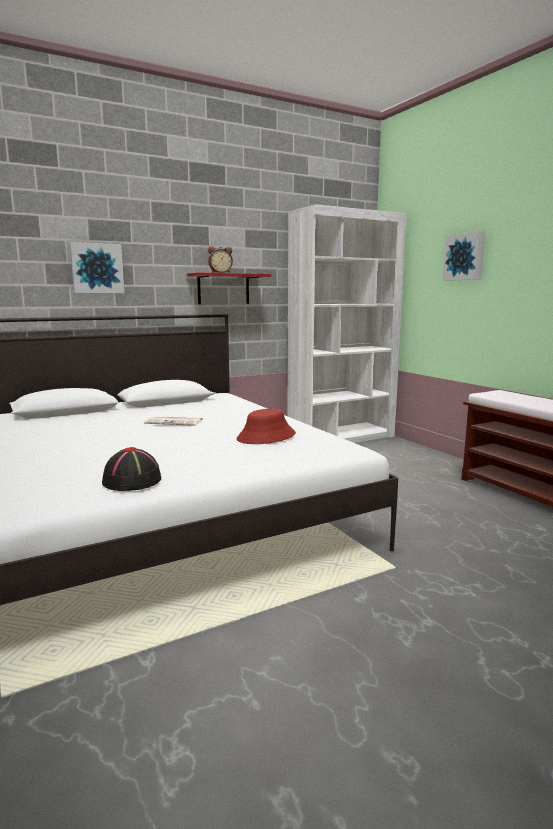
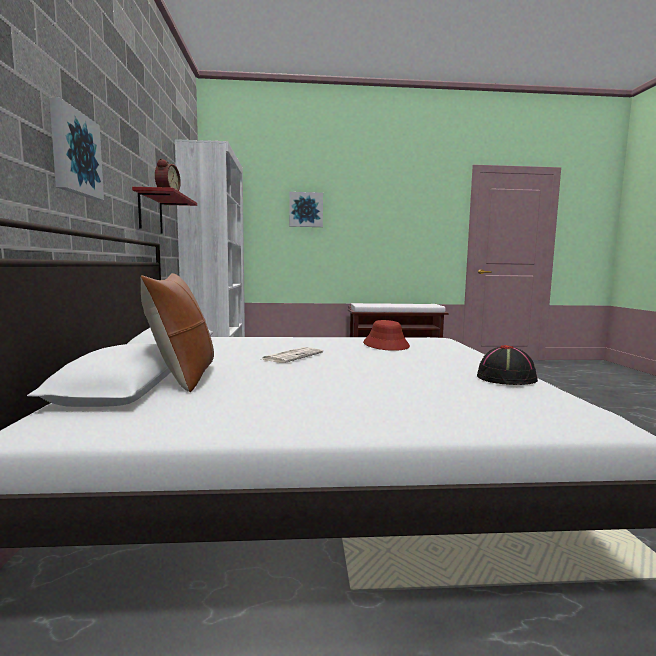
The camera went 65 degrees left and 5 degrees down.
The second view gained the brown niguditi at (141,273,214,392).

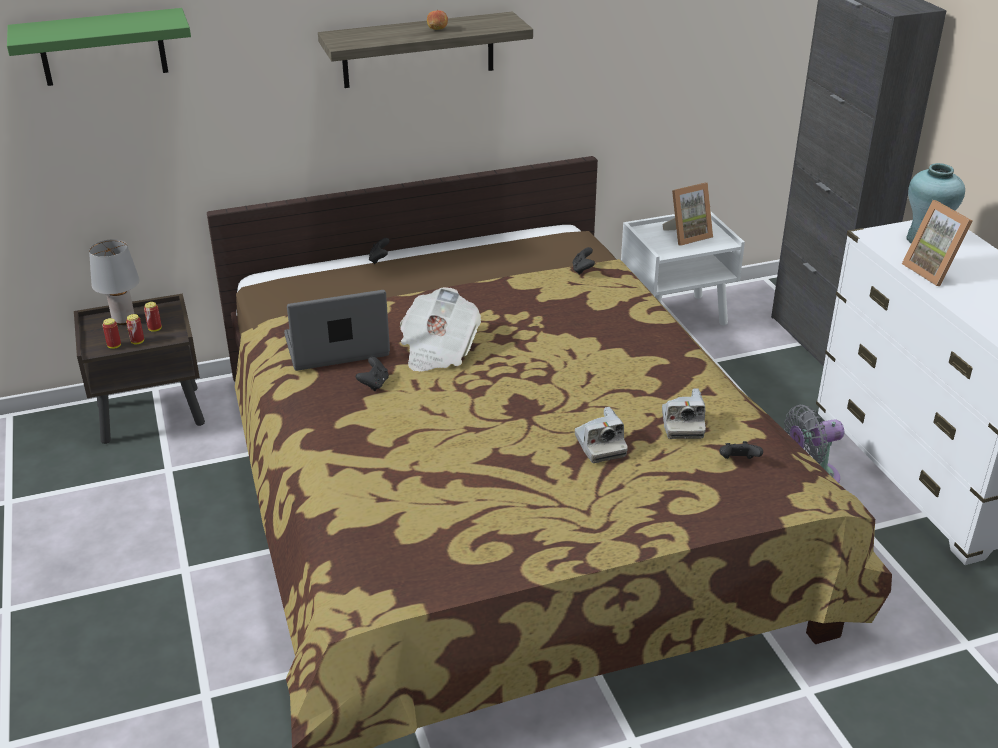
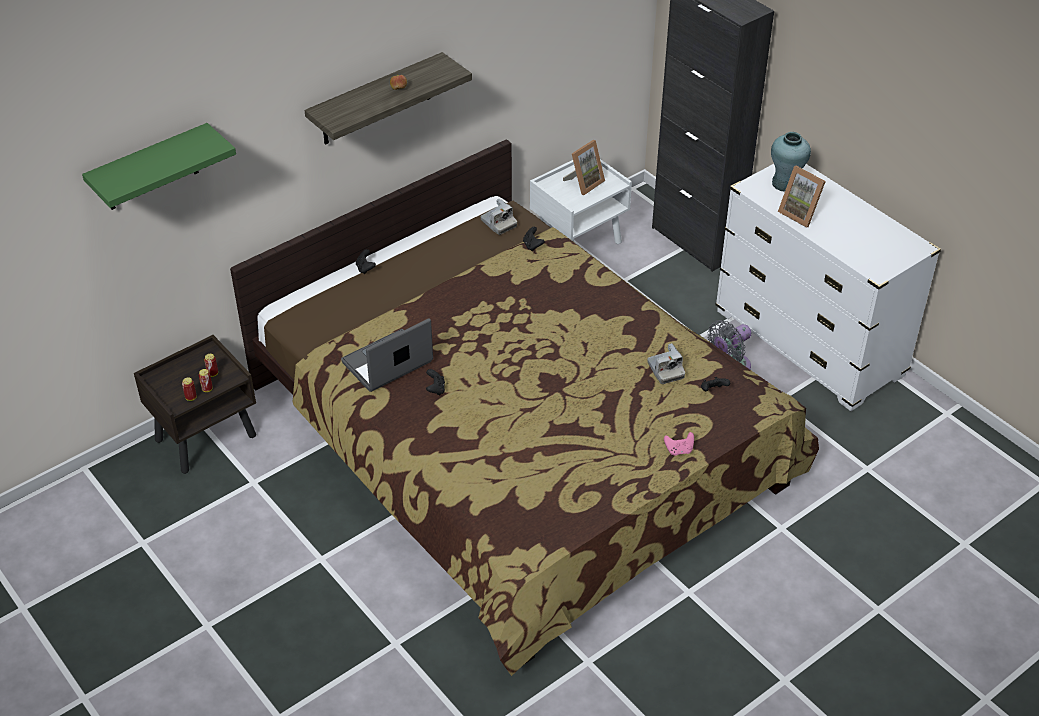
The camera went 20 degrees left and 10 degrees up.
The second view lost the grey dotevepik at (89,239,140,325).
The second view lost the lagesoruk at (400,287,481,371).
The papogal ended up elsewhere, having gone from (575,407,628,463) to (480,199,517,235).
The second view gained the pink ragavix at (664,432,694,456).

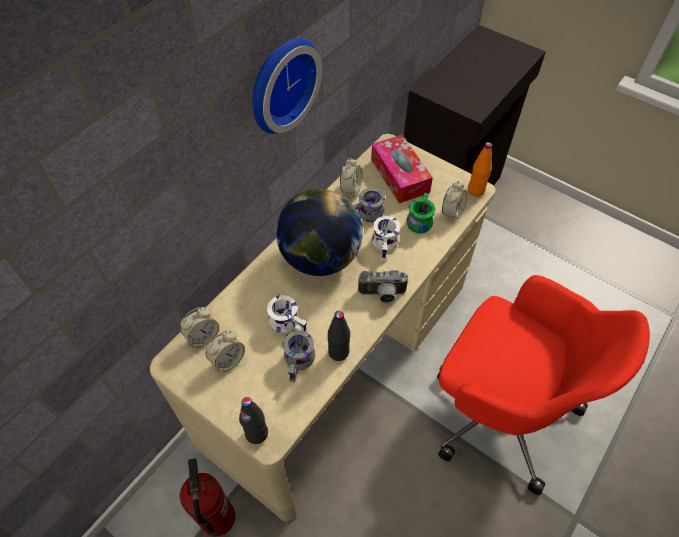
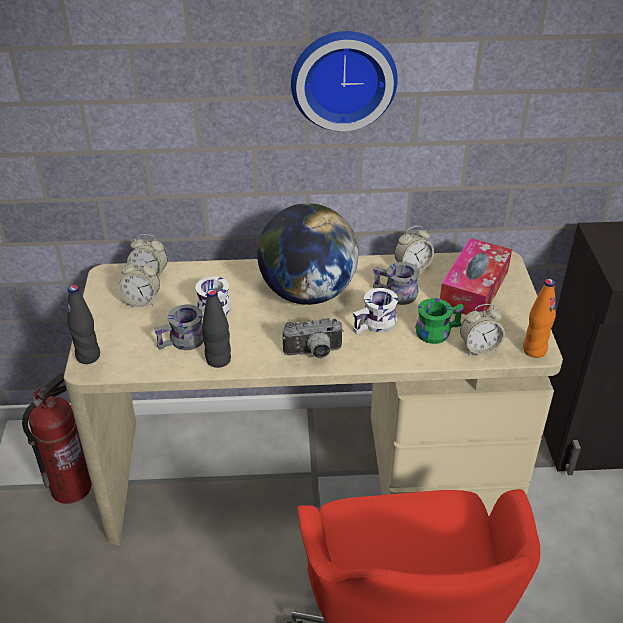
The camera went 50 degrees right and 15 degrees down.
The papogal at (358,270,409,303) ended up facing another way, 60 degrees counterclockwise from before.

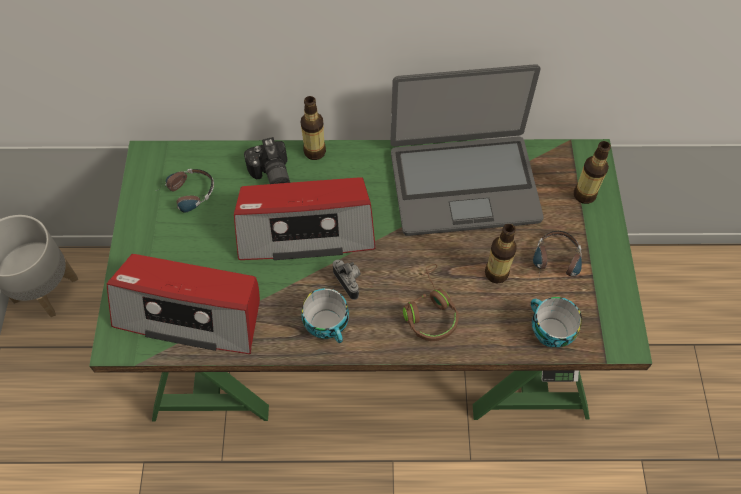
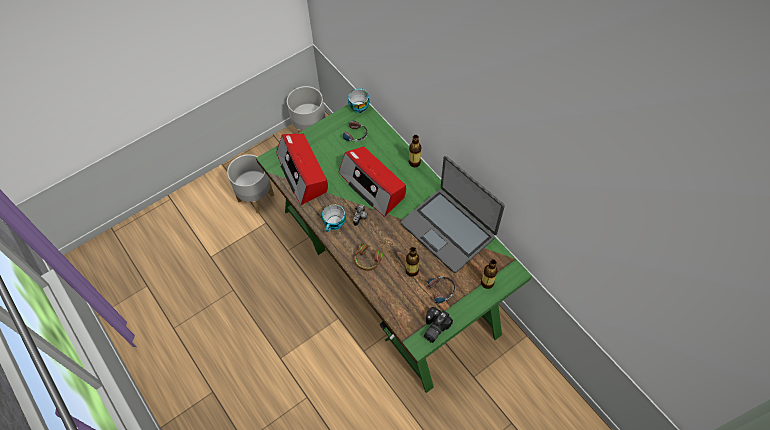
The camera went 55 degrees right and 0 degrees up.
The papogal ended up elsewhere, having gone from (244,137,290,184) to (424,307,453,343).
The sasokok ended up elsewhere, having gone from (531,297,582,348) to (348,88,369,113).
The second view gained the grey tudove at (227,154,274,213).

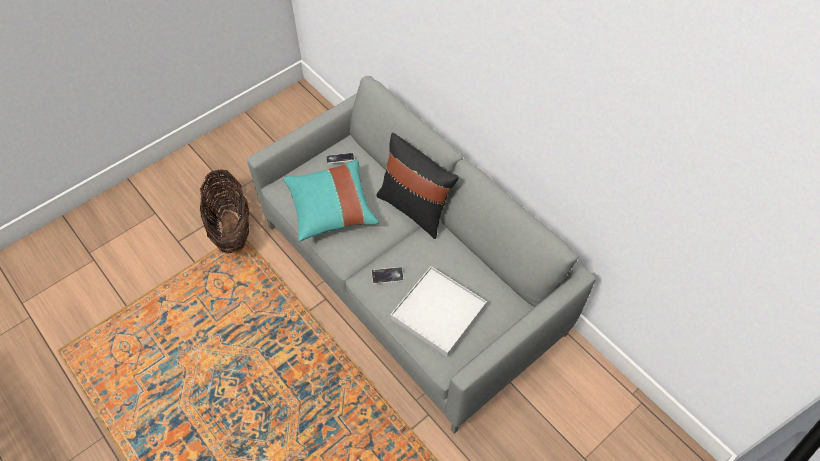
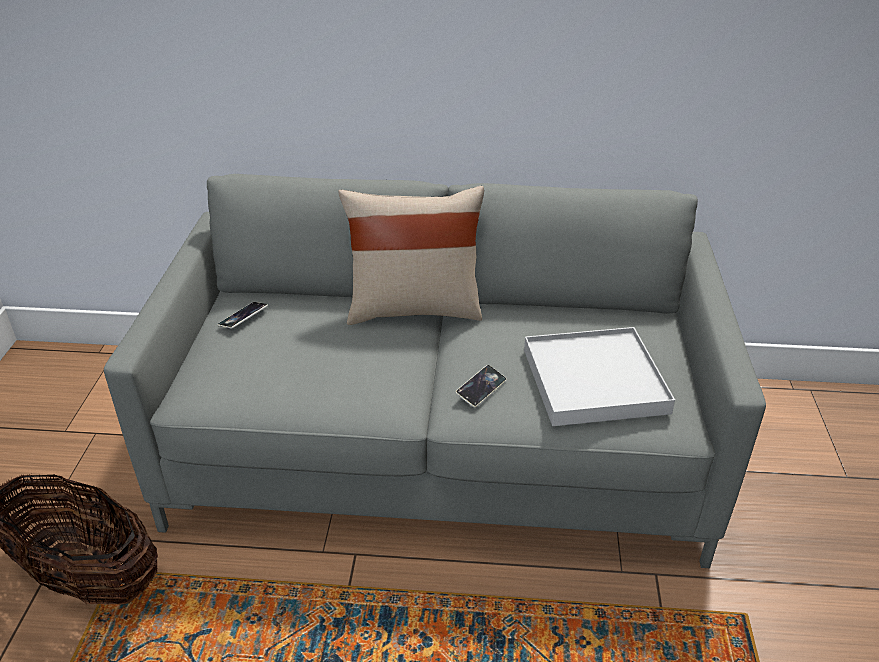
The camera went 45 degrees left and 20 degrees down.
What was the black niguditi at (376,133,459,239) turned into the beige niguditi at (338,186,484,325).
The second view lost the turquoise niguditi at (283,160,379,241).

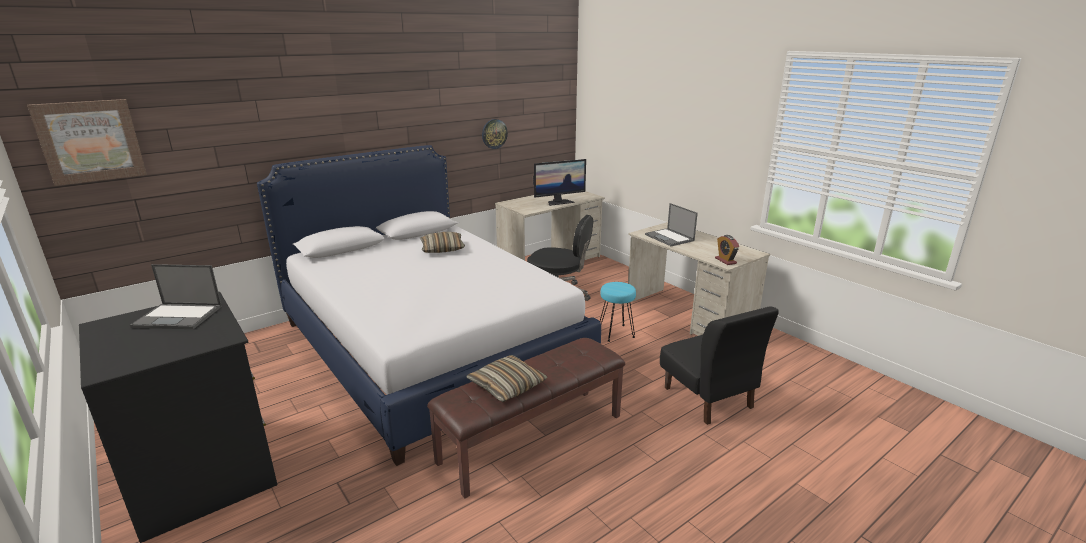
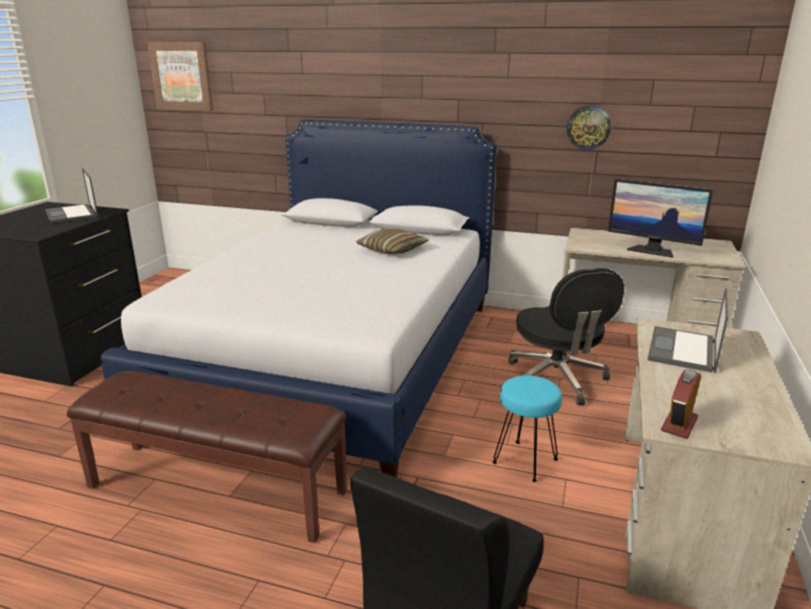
The camera went 55 degrees right and 0 degrees up.
The second view lost the niguditi at (467,355,548,402).

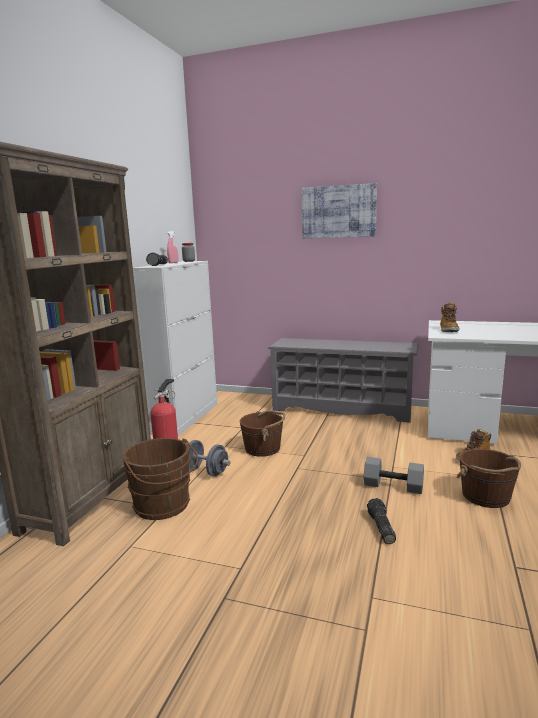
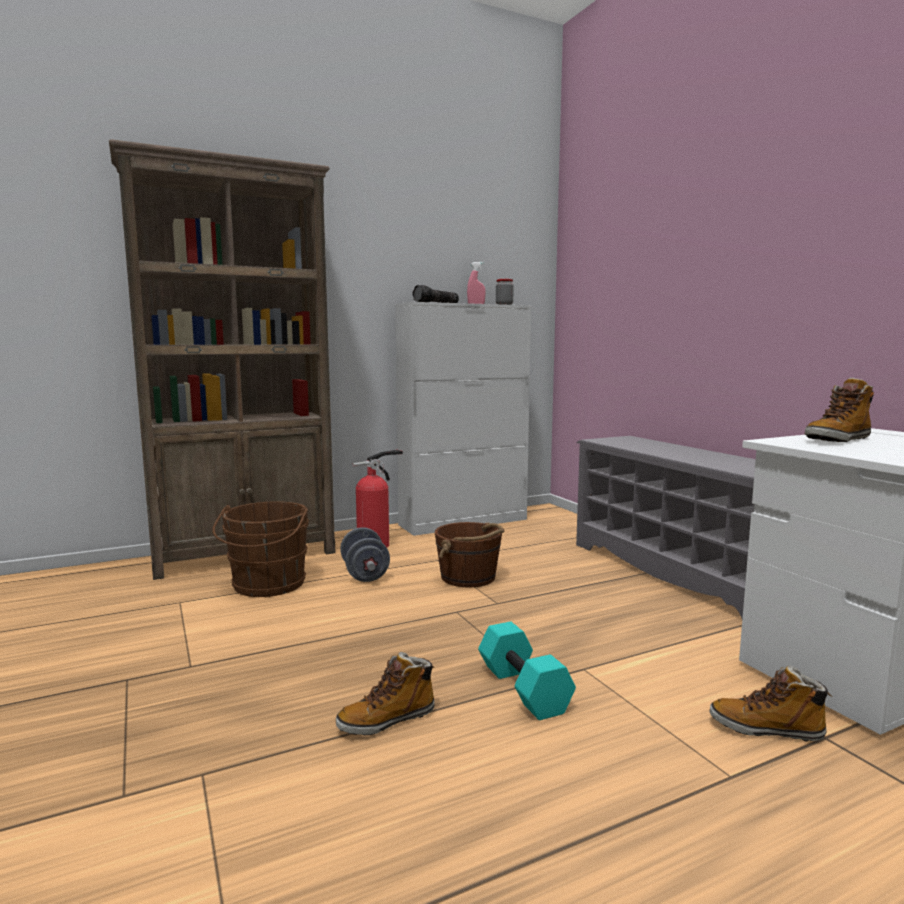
The camera went 45 degrees right and 5 degrees down.
The second view lost the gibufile at (302,183,377,239).
The second view lost the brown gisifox at (457,449,521,508).
What was the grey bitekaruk at (364,457,424,494) turned into the turquoise bitekaruk at (478,622,576,720).
Where the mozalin stood at (367,498,396,544), the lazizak came to stand at (336,652,435,735).

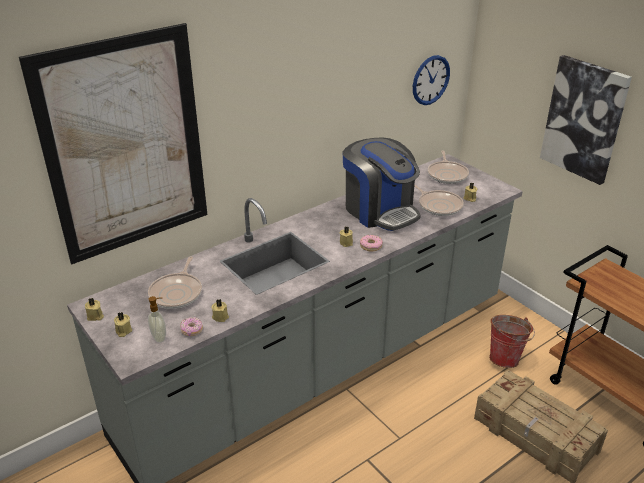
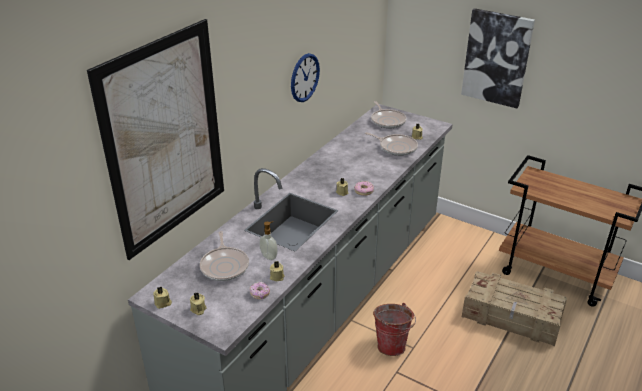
The camera went 20 degrees left and 0 degrees up.
The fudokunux ended up elsewhere, having gone from (413,55,450,105) to (291,53,320,102).
The second view lost the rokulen at (343,137,421,231).
The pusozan ended up elsewhere, having gone from (148,296,166,343) to (259,221,278,260).
The gisifox ended up elsewhere, having gone from (489,315,535,368) to (373,303,416,356).

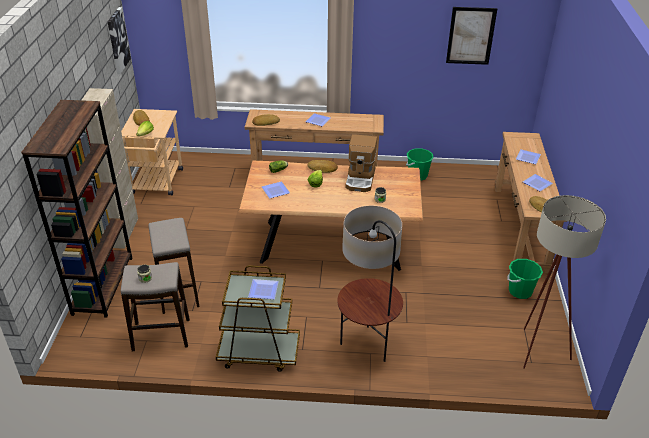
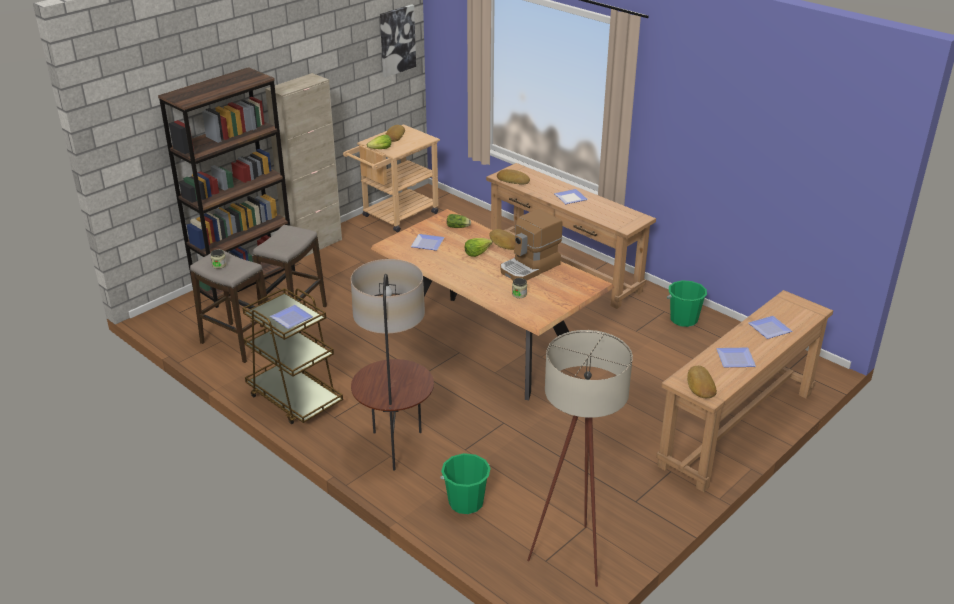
The camera went 40 degrees right and 5 degrees down.
The second view lost the gibufile at (446,7,497,65).
The green gisifox ended up elsewhere, having gone from (507,259,543,299) to (441,453,491,514).

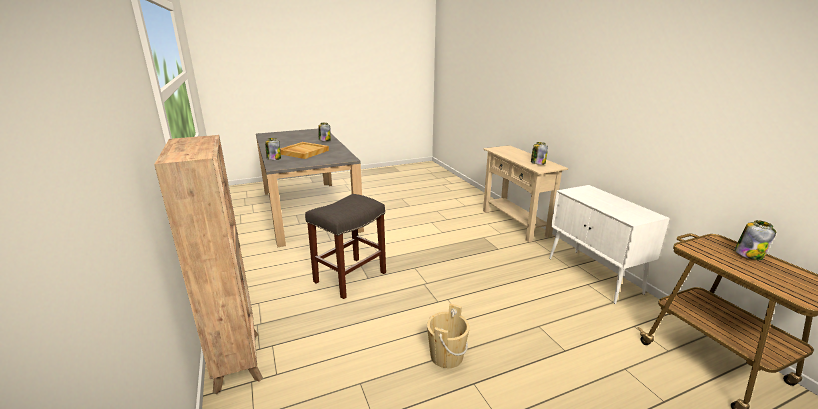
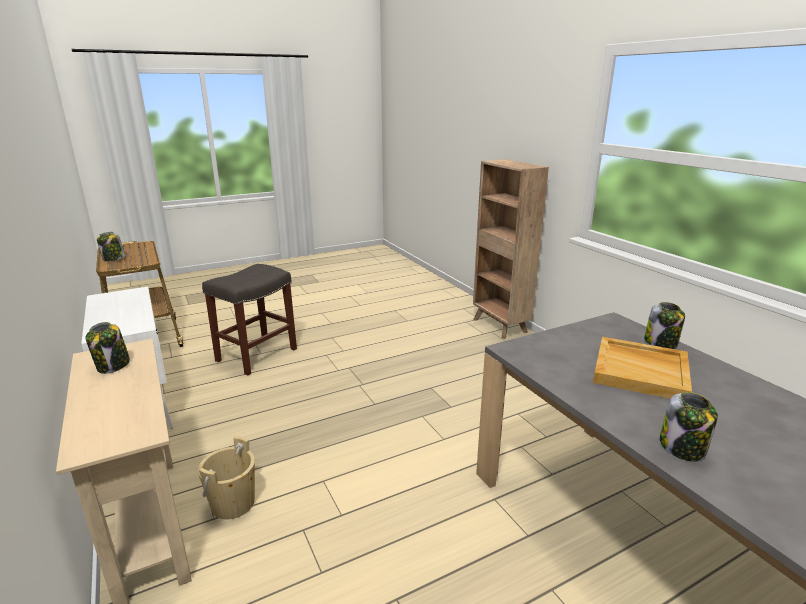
The camera went 175 degrees right and 0 degrees up.
The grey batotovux ended up elsewhere, having gone from (305,194,386,299) to (202,264,297,375).
The beige gisifox ended up elsewhere, having gone from (427,304,470,368) to (198,436,255,520).

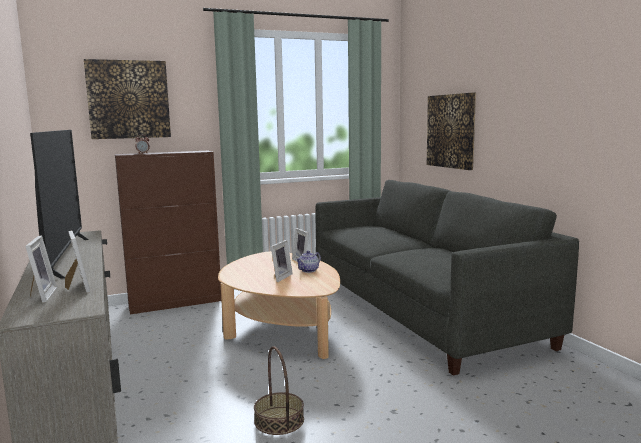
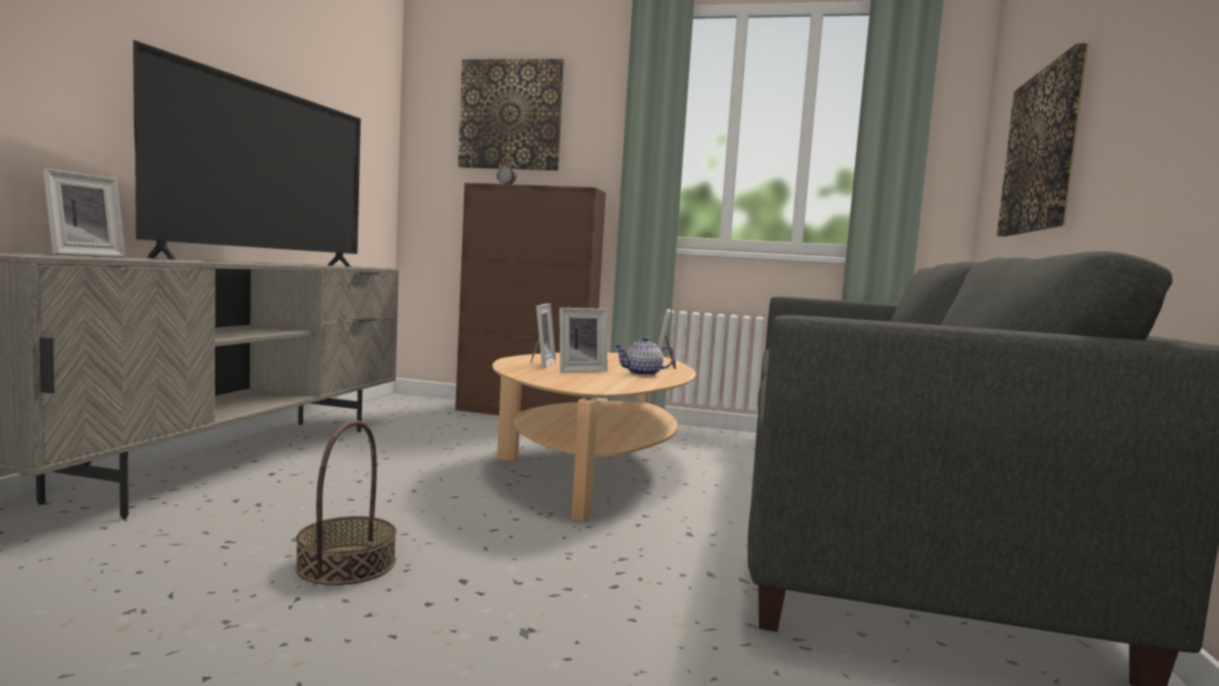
The camera went 35 degrees right and 5 degrees down.
The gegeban ended up elsewhere, having gone from (65,231,90,293) to (531,303,556,368).

